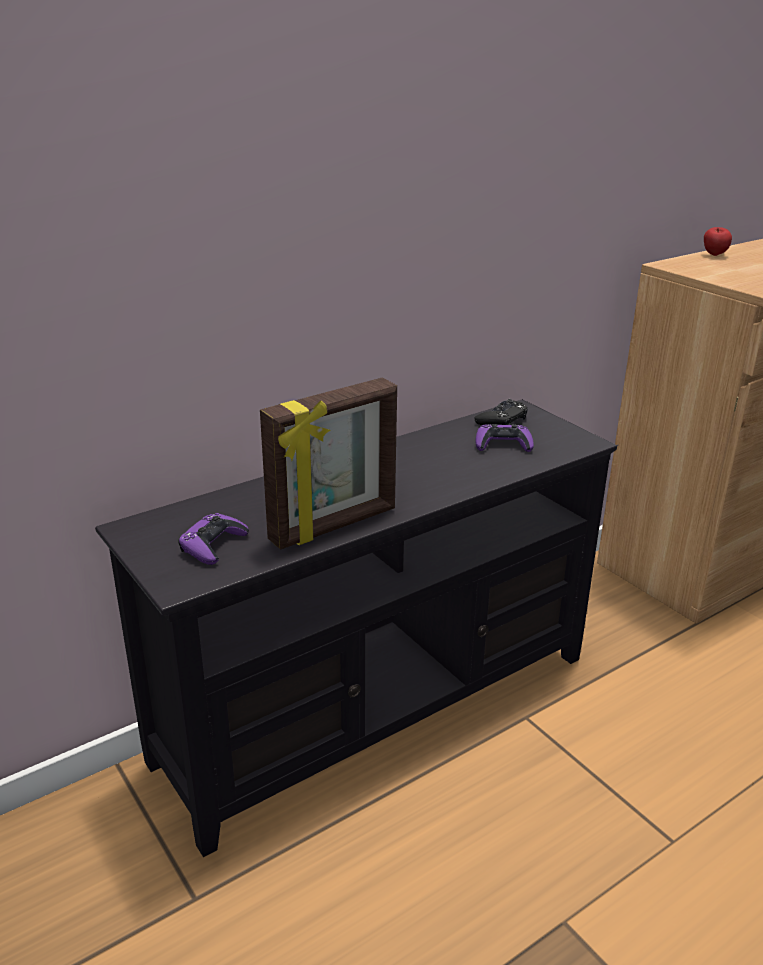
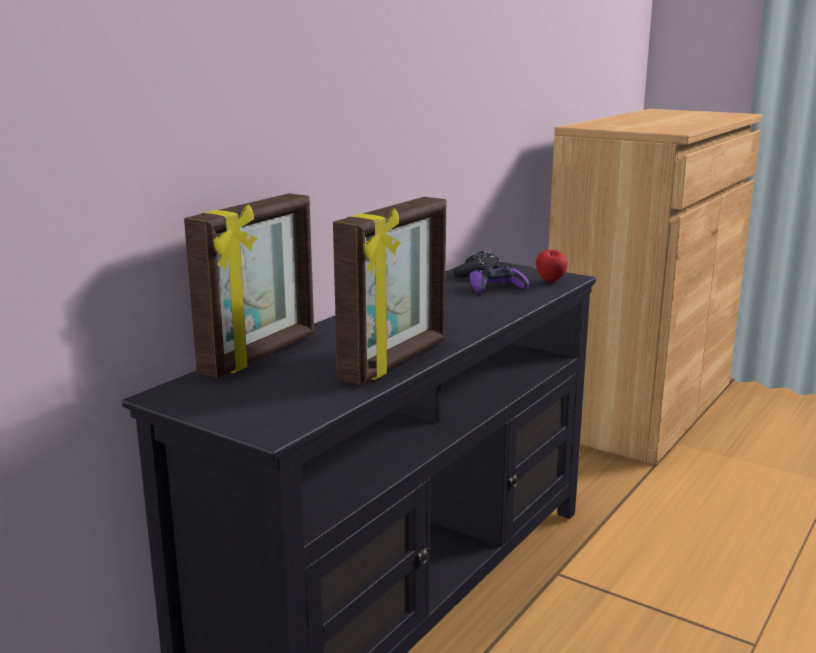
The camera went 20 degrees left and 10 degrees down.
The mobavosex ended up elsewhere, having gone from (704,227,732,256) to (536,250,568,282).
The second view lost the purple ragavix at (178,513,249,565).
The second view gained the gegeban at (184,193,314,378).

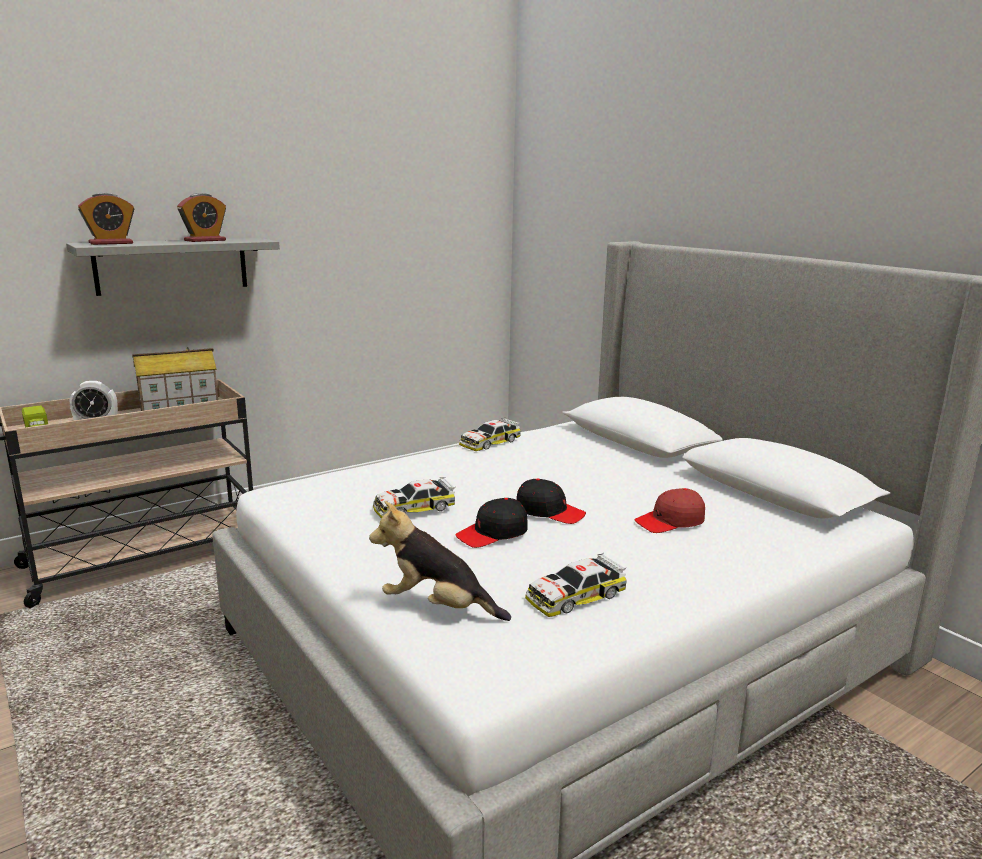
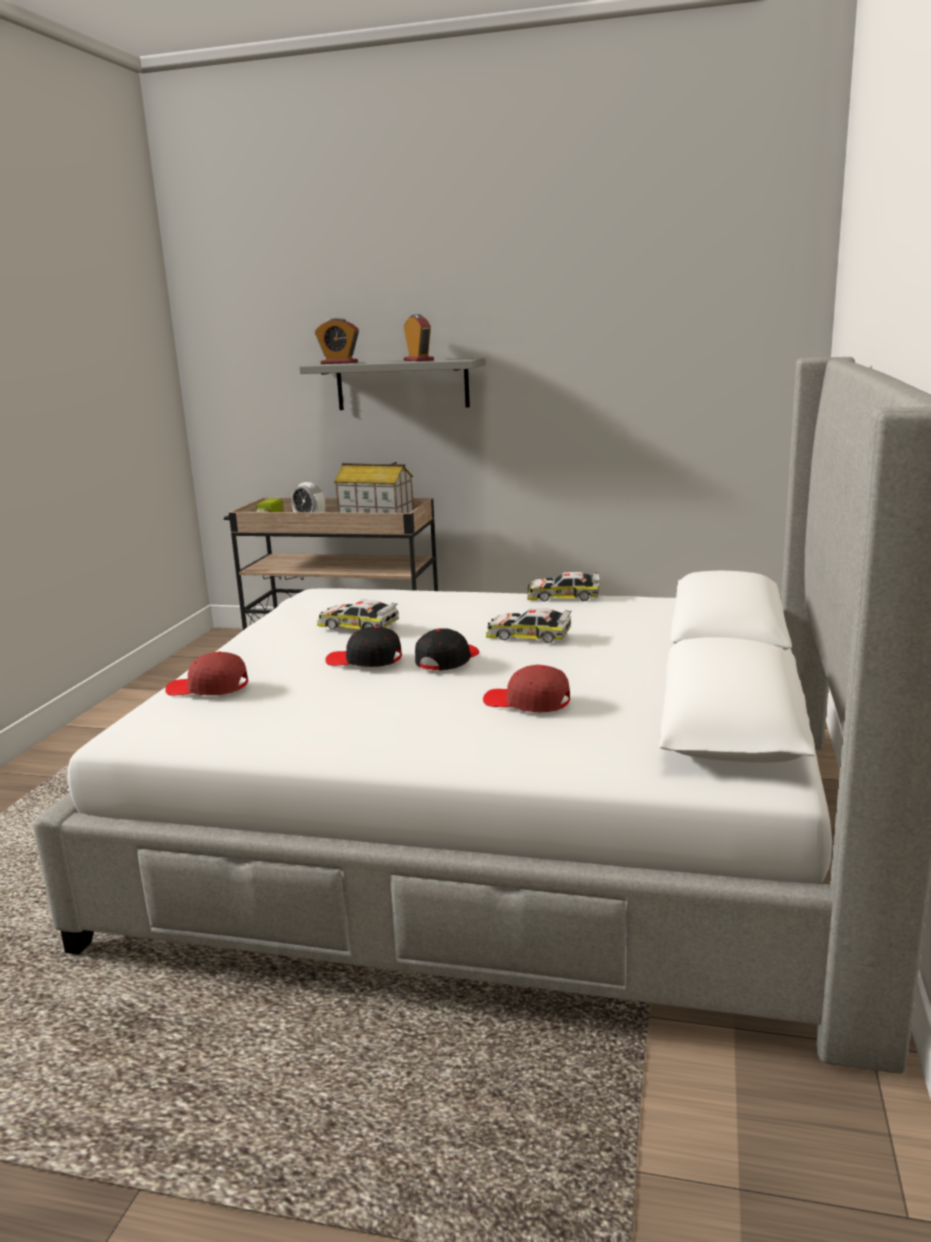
The camera went 50 degrees right and 0 degrees up.
The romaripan at (177,193,226,242) ended up facing another way, 120 degrees counterclockwise from before.
The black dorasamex at (517,478,586,524) ended up facing another way, 135 degrees counterclockwise from before.
Where the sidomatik stood at (369,501,511,621), the red dorasamex came to stand at (165,652,248,696).
The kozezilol ended up elsewhere, having gone from (525,553,627,617) to (486,608,572,643).

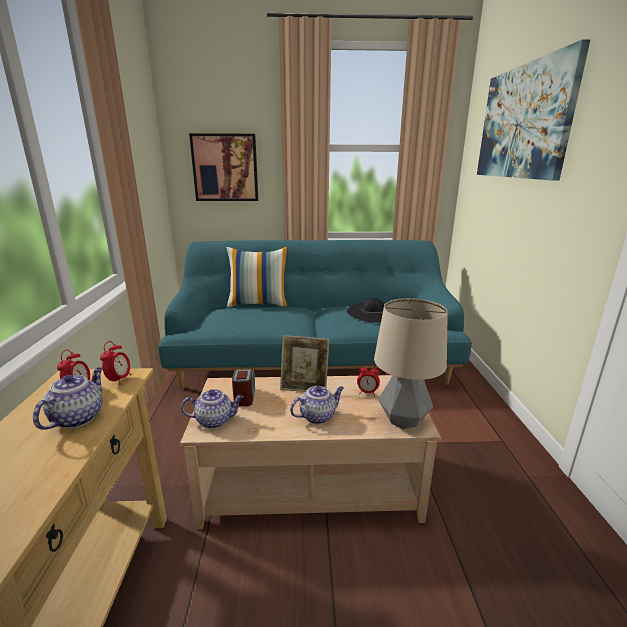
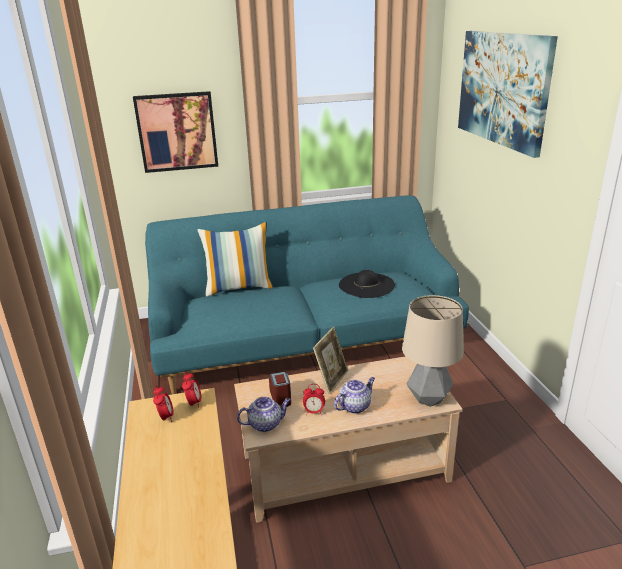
The camera went 10 degrees left and 5 degrees up.
The gegeban at (280,335,330,392) ended up facing another way, 60 degrees counterclockwise from before.
The romaripan ended up elsewhere, having gone from (357,363,380,396) to (303,384,325,415).
The second view lost the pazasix at (33,367,103,430).

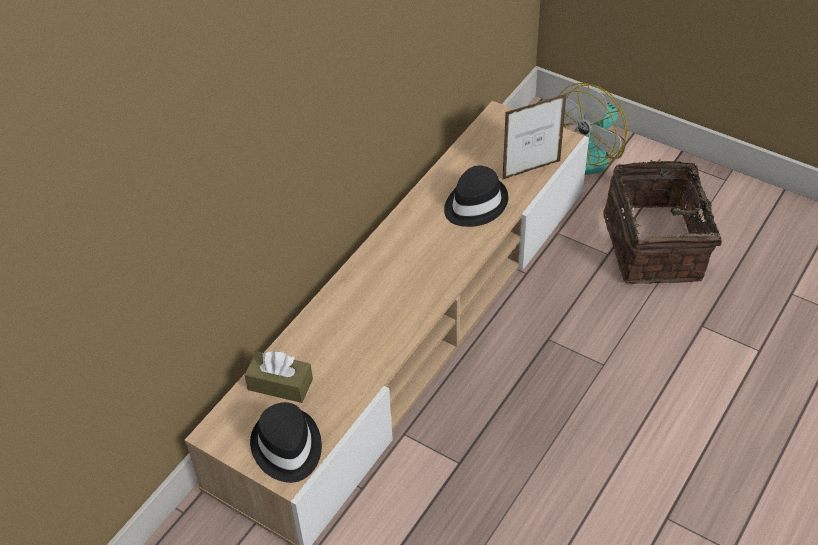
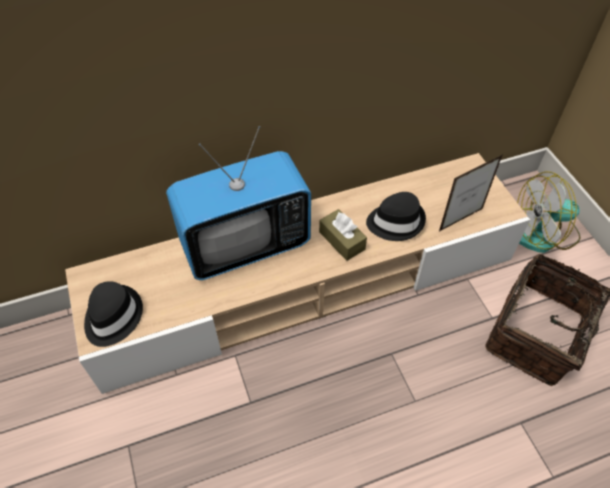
The camera went 35 degrees right and 5 degrees up.
The gegeban at (502,93,567,180) ended up facing another way, 135 degrees clockwise from before.
The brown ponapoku ended up elsewhere, having gone from (244,351,313,403) to (319,209,367,261).
The second view gained the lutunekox at (166,126,311,280).

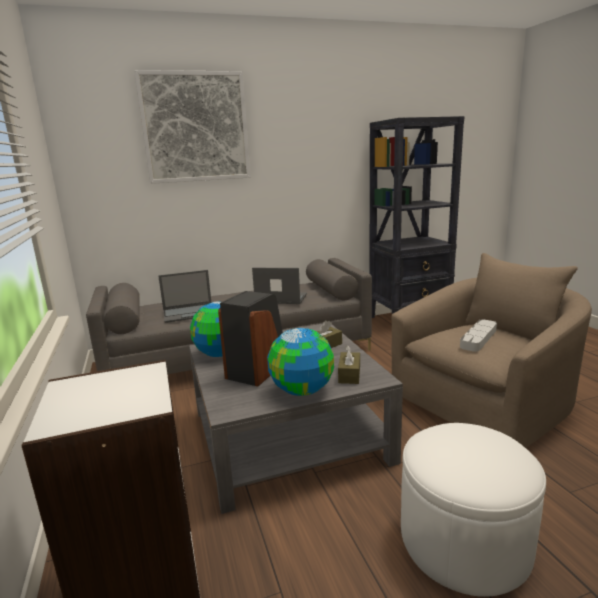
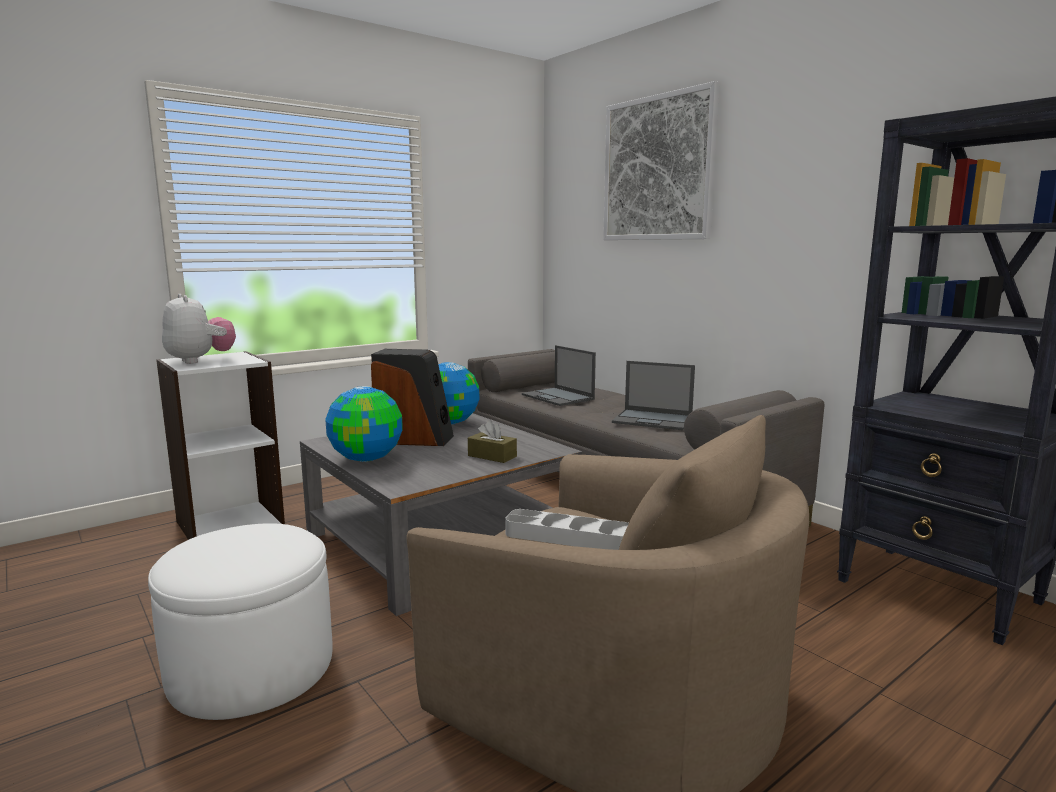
The camera went 70 degrees right and 5 degrees down.
The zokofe at (252,268,307,304) ended up facing another way, 120 degrees clockwise from before.
The second view lost the brown ponapoku at (338,345,360,384).
The second view gained the sidomatik at (162,294,236,364).

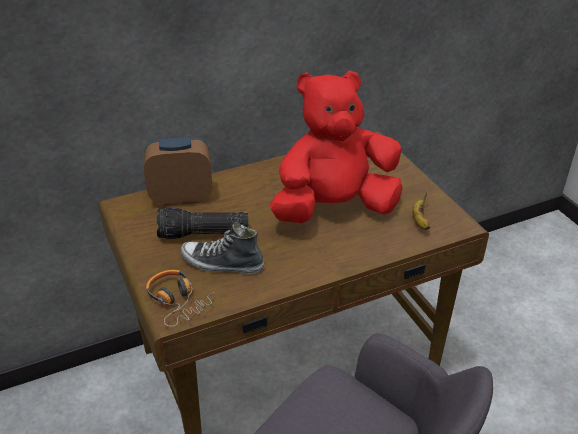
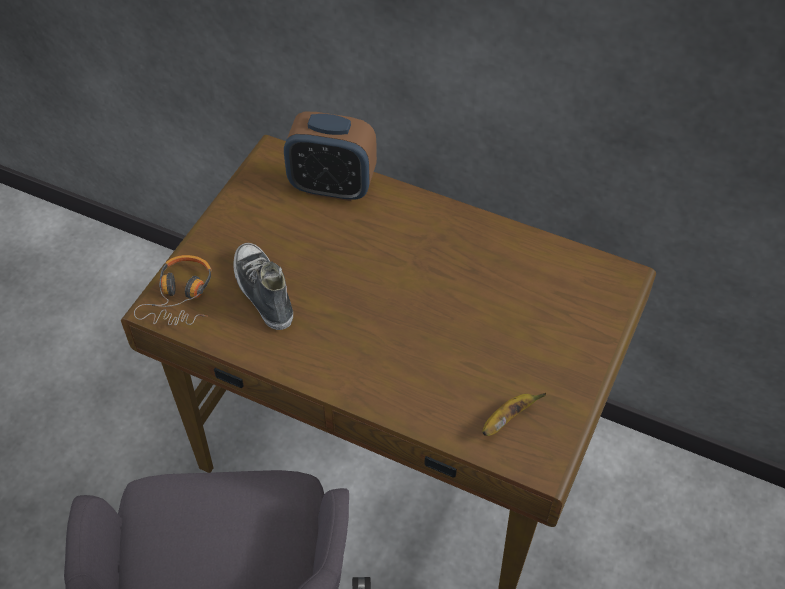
The camera went 50 degrees right and 15 degrees up.
The second view lost the red sidomatik at (270,70,403,223).
The romaripan at (144,137,212,205) ended up facing another way, 150 degrees clockwise from before.
The second view lost the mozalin at (157,207,248,239).

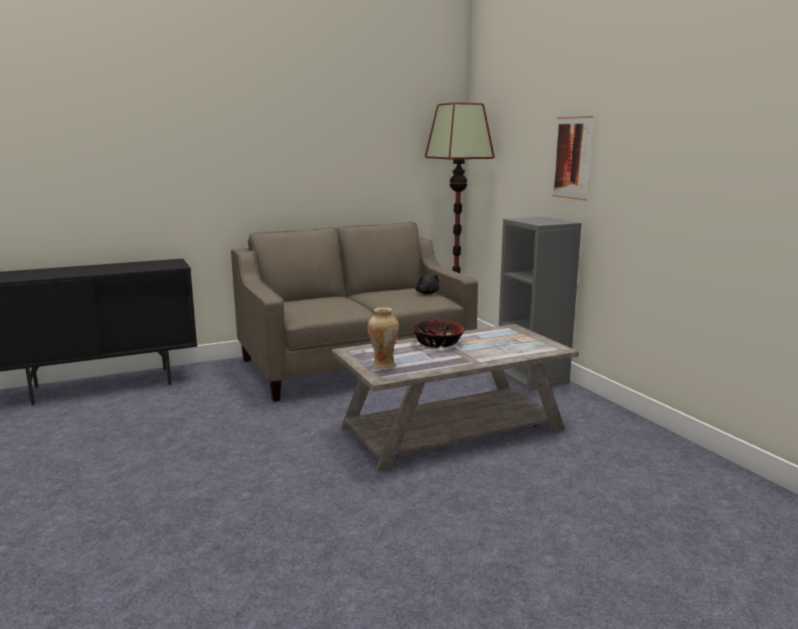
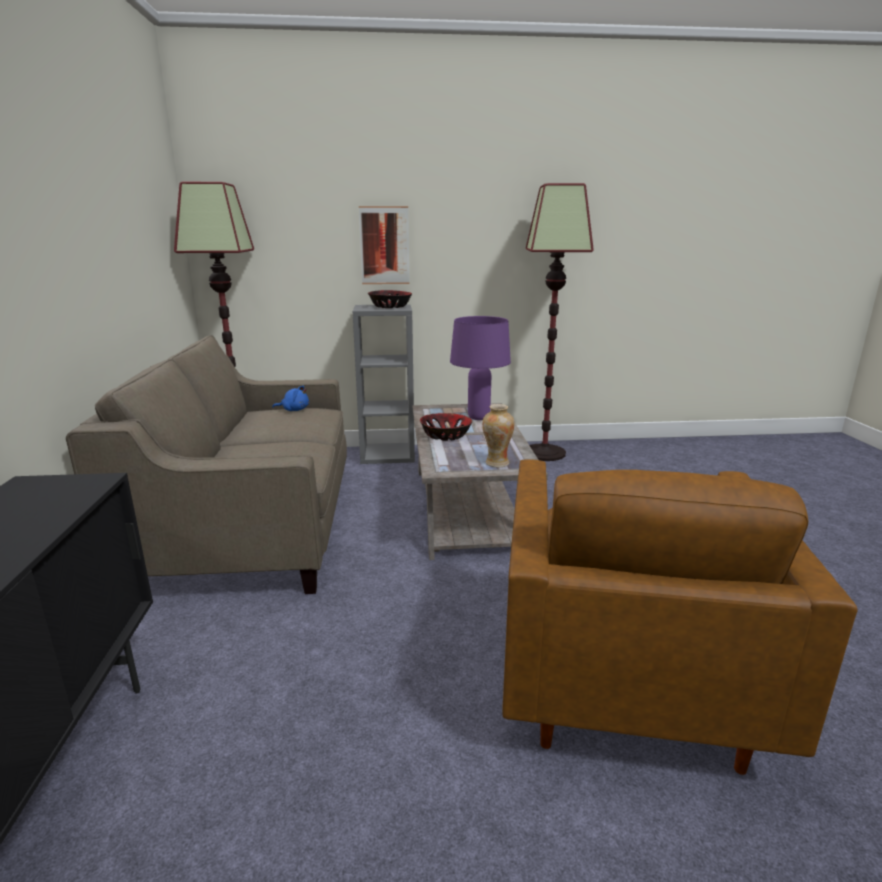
The camera went 70 degrees left and 5 degrees up.
What was the black sidomatik at (415,275,440,294) turned into the blue sidomatik at (272,385,309,411).
The second view gained the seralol at (526,183,594,461).
The second view gained the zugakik at (368,290,412,308).
The second view gained the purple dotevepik at (450,316,511,420).
The second view gained the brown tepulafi at (502,459,857,775).

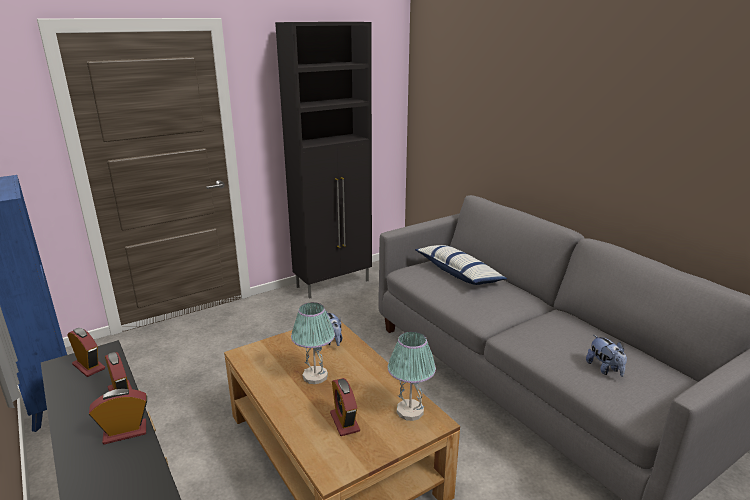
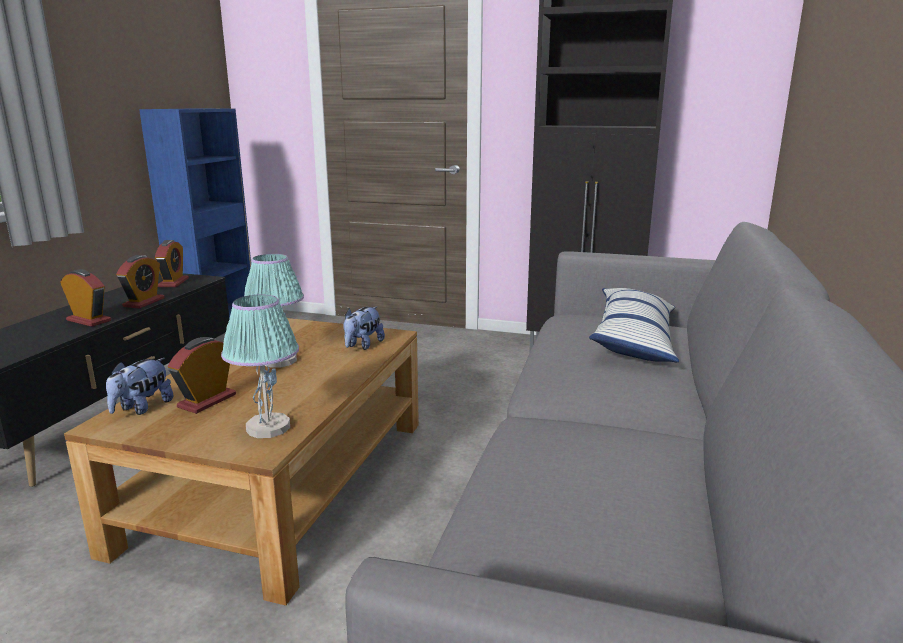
The camera went 50 degrees right and 5 degrees down.
The sidomatik ended up elsewhere, having gone from (586,335,627,377) to (106,358,173,415).

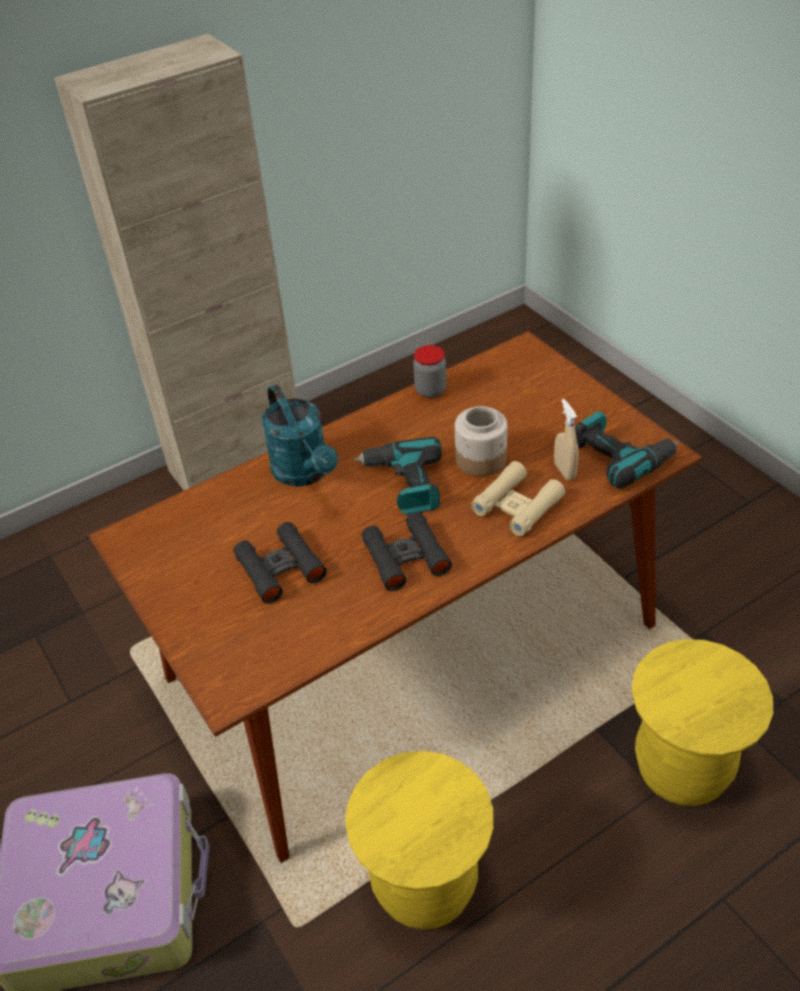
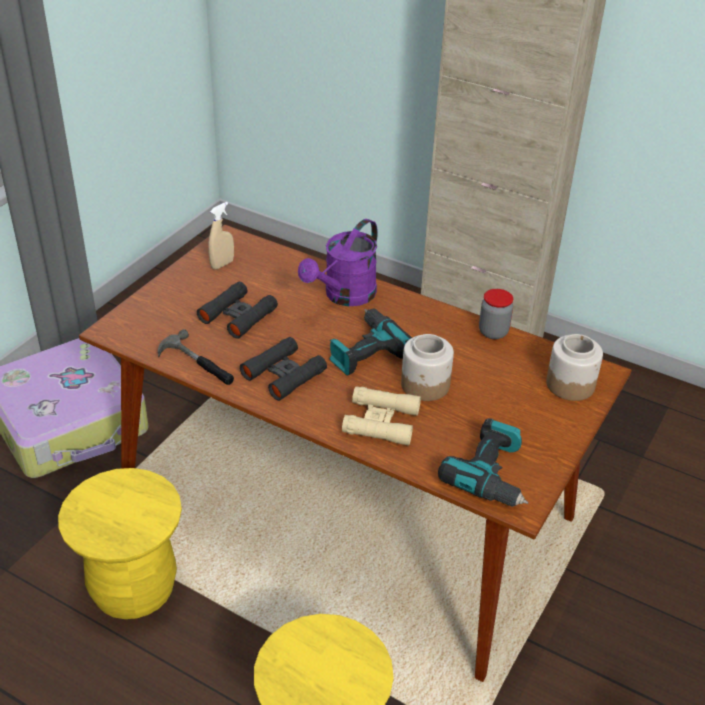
The camera went 60 degrees right and 5 degrees down.
What was the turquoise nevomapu at (262,385,338,487) turned into the purple nevomapu at (298,219,378,306).
The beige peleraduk ended up elsewhere, having gone from (554,399,579,481) to (208,202,234,270).
The second view gained the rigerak at (158,329,234,385).
The second view gained the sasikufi at (546,334,603,401).

